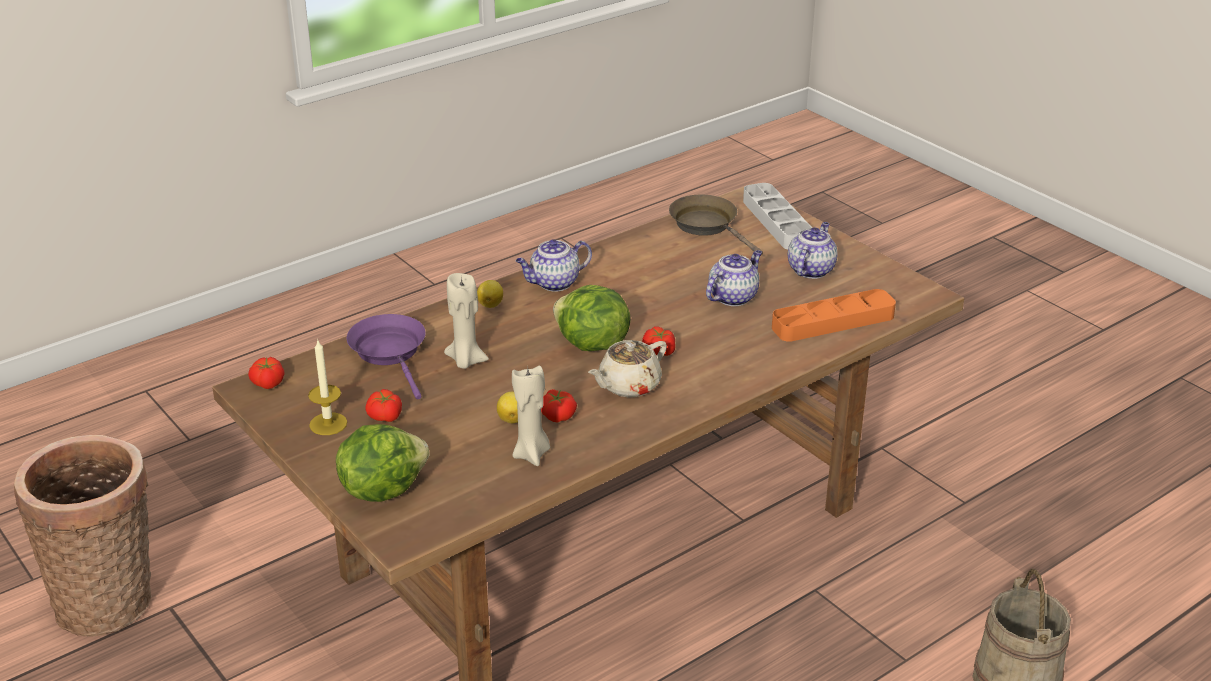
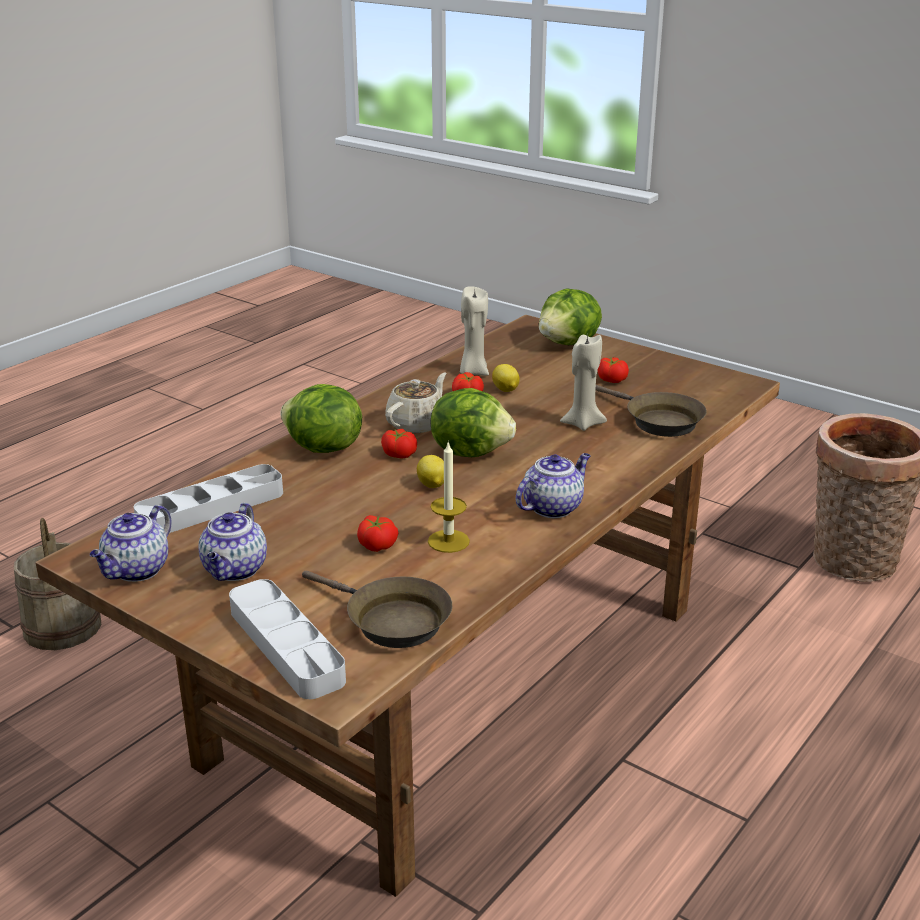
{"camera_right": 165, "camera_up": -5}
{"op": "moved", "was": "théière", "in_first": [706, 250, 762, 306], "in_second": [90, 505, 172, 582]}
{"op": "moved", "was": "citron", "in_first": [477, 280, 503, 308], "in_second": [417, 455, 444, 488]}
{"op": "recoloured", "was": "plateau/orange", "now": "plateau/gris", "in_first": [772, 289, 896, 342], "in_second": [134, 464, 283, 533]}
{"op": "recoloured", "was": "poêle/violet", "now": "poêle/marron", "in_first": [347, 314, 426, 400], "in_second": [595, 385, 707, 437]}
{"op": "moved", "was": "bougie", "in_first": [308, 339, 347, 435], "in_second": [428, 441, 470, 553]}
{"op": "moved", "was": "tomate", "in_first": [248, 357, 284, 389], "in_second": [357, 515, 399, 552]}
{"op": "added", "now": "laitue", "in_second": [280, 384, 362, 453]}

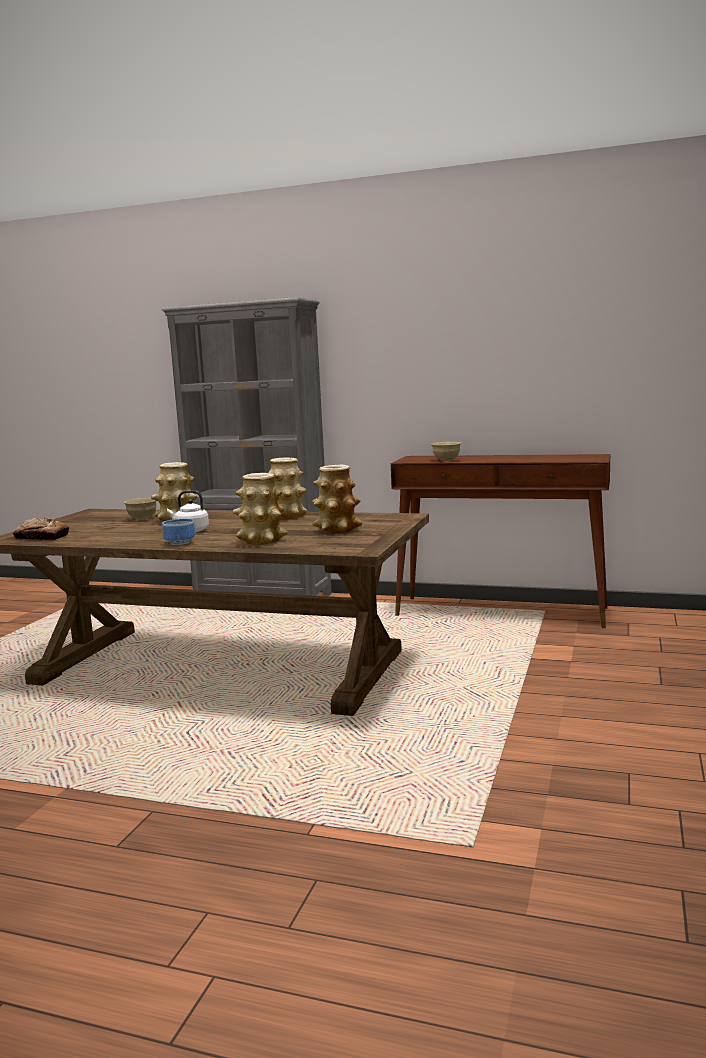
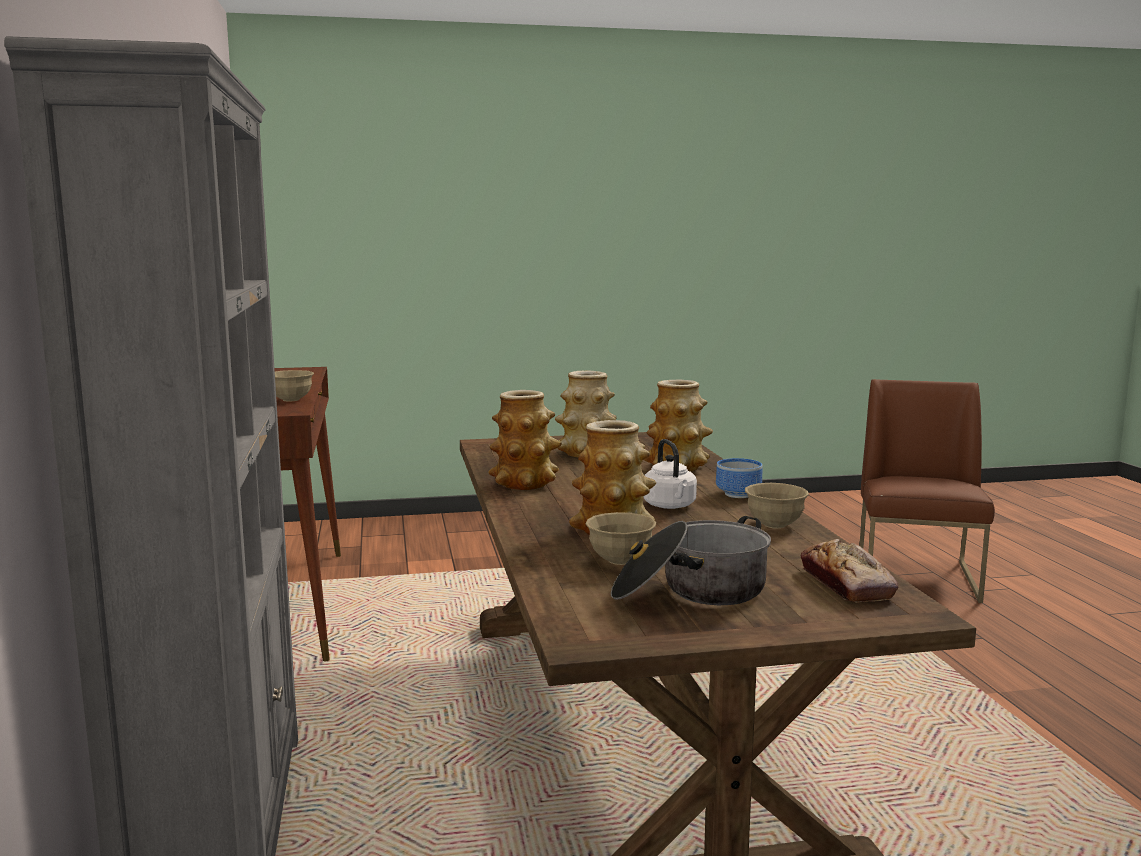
{"camera_right": -120, "camera_up": 0}
{"op": "added", "now": "chaise/marron", "in_second": [859, 379, 995, 603]}
{"op": "added", "now": "bol/beige", "in_second": [745, 483, 809, 529]}
{"op": "added", "now": "marmite", "in_second": [611, 516, 771, 605]}

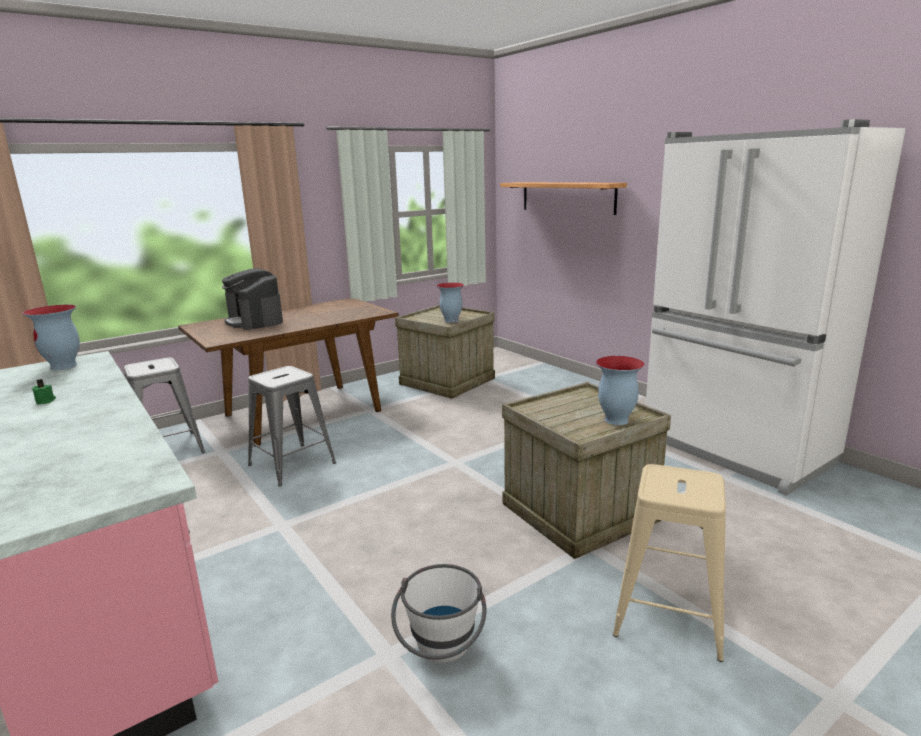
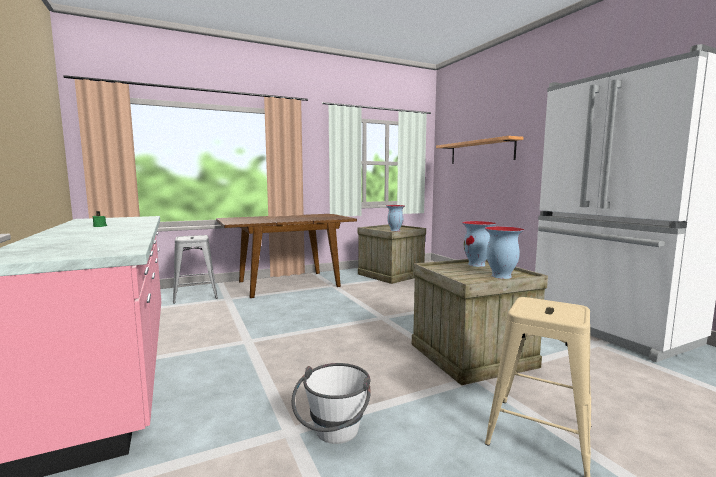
{"camera_right": 10, "camera_up": -10}
{"op": "removed", "was": "machine à café", "in_first": [222, 269, 283, 330]}
{"op": "moved", "was": "vase", "in_first": [22, 305, 80, 370], "in_second": [462, 221, 496, 267]}
{"op": "removed", "was": "tabouret/gris", "in_first": [248, 366, 336, 486]}

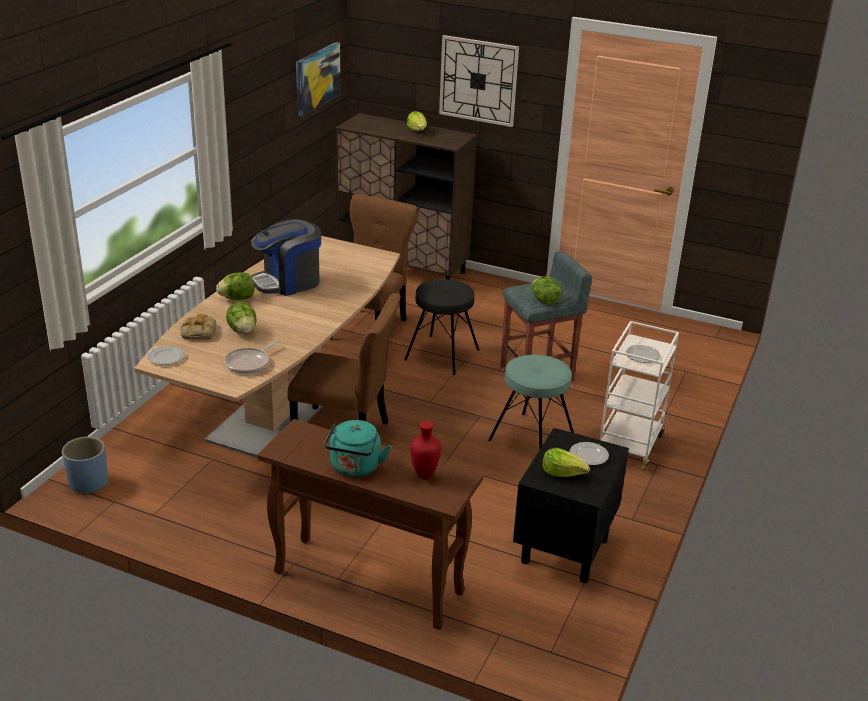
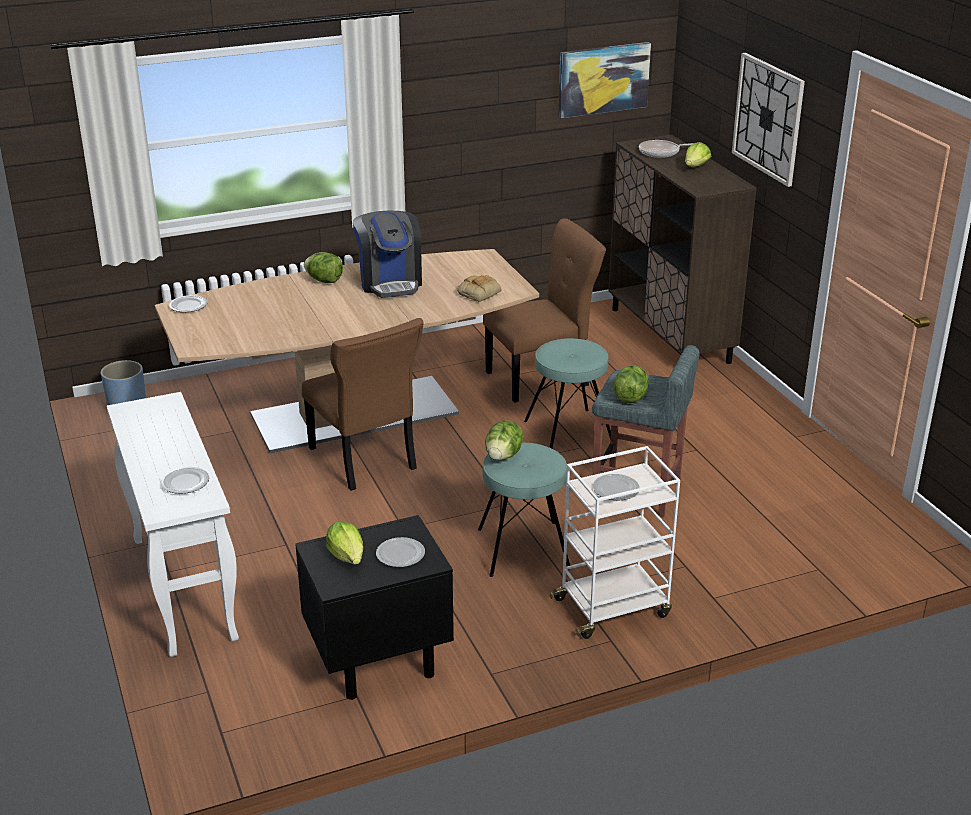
{"camera_right": 45, "camera_up": 0}
{"op": "turned", "was": "machine à café", "in_first": [251, 219, 321, 296], "in_second": [353, 211, 422, 298], "clockwise": -120}
{"op": "recoloured", "was": "tabouret/noir", "now": "tabouret/turquoise", "in_first": [404, 279, 479, 375], "in_second": [524, 338, 611, 448]}
{"op": "moved", "was": "laitue", "in_first": [226, 302, 257, 334], "in_second": [485, 420, 524, 460]}
{"op": "moved", "was": "pain", "in_first": [180, 314, 216, 340], "in_second": [457, 275, 502, 302]}
{"op": "moved", "was": "poêle", "in_first": [224, 340, 280, 374], "in_second": [639, 140, 694, 158]}
{"op": "recoloured", "was": "table console/marron", "now": "table console/blanc", "in_first": [257, 419, 483, 630], "in_second": [107, 392, 239, 657]}
{"op": "removed", "was": "bouilloire/turquoise", "in_first": [324, 420, 391, 477]}
{"op": "replaced", "was": "vase/rouge", "now": "assiette", "in_first": [410, 421, 441, 479], "in_second": [161, 467, 209, 494]}

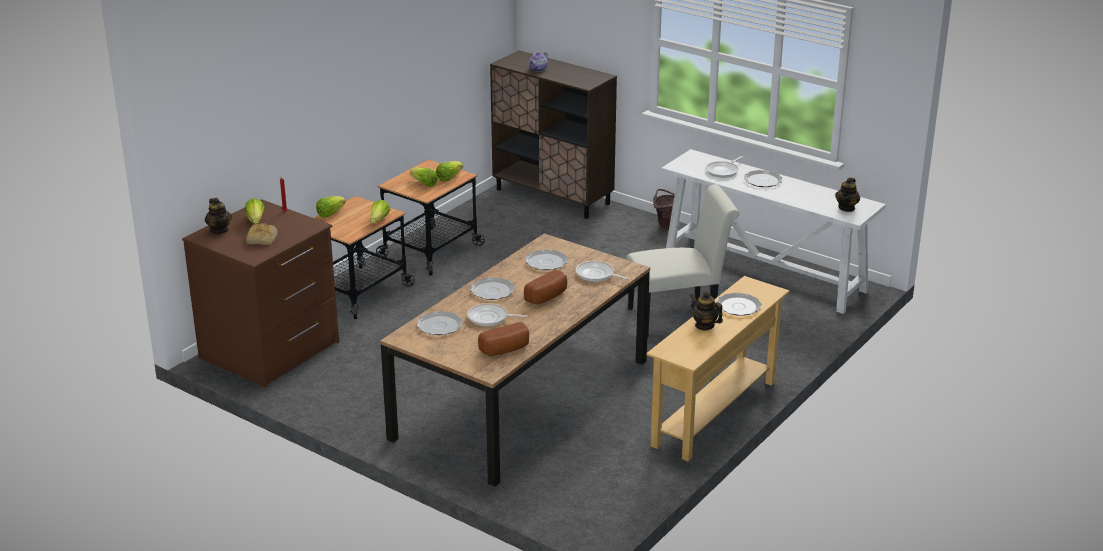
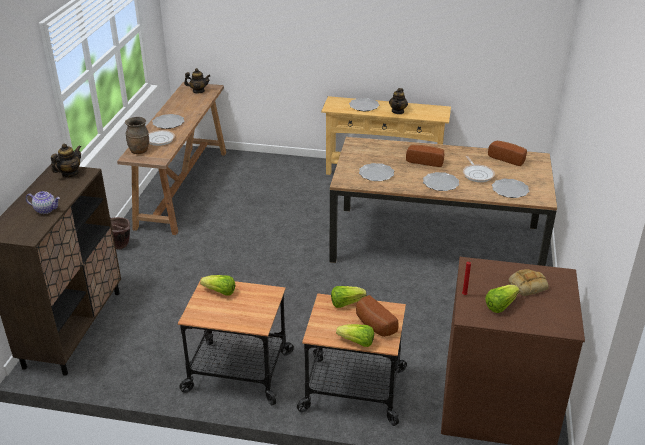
{"camera_right": -115, "camera_up": 5}
{"op": "recoloured", "was": "table console/blanc", "now": "table console/marron", "in_first": [661, 149, 886, 314], "in_second": [117, 82, 226, 235]}
{"op": "removed", "was": "laitue", "in_first": [410, 167, 438, 187]}
{"op": "removed", "was": "chaise/blanc", "in_first": [626, 184, 740, 338]}
{"op": "moved", "was": "théière", "in_first": [205, 198, 232, 234], "in_second": [51, 143, 81, 177]}
{"op": "removed", "was": "poêle", "in_first": [576, 261, 629, 282]}
{"op": "added", "now": "vase/marron", "in_second": [125, 117, 149, 154]}
{"op": "added", "now": "pain", "in_second": [356, 295, 399, 337]}

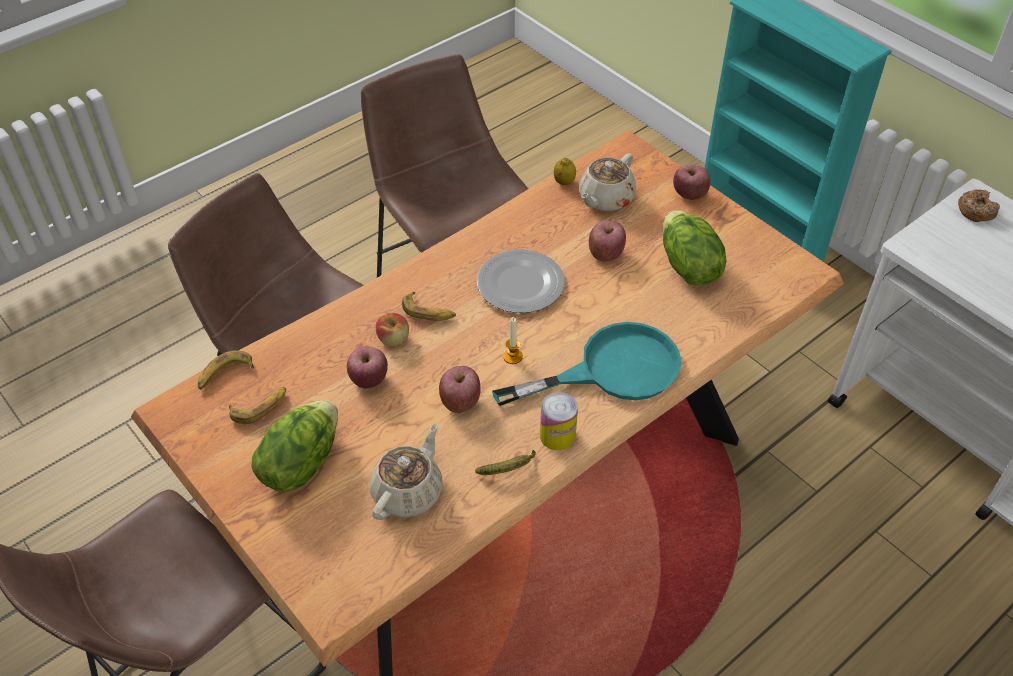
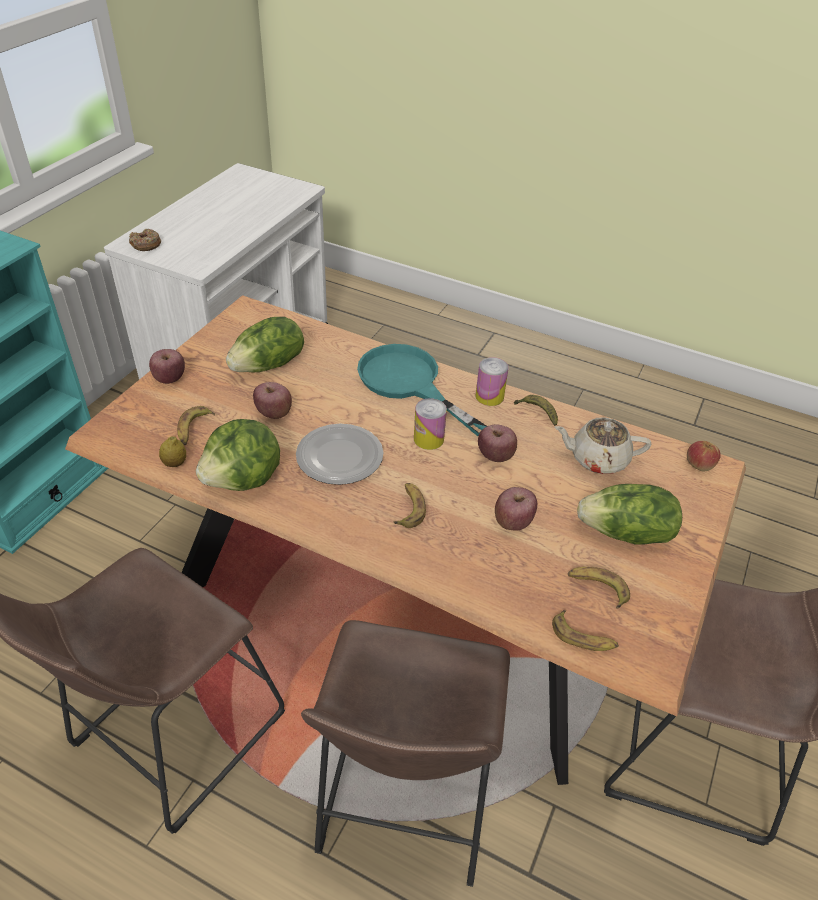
{"camera_right": -115, "camera_up": -5}
{"op": "replaced", "was": "théière/beige", "now": "banane", "in_first": [579, 153, 636, 211], "in_second": [177, 406, 215, 445]}
{"op": "moved", "was": "pomme", "in_first": [376, 313, 409, 346], "in_second": [687, 441, 721, 472]}
{"op": "replaced", "was": "bougie", "now": "boîte métallique", "in_first": [503, 317, 523, 364], "in_second": [414, 398, 447, 450]}
{"op": "added", "now": "laitue", "in_second": [196, 419, 280, 491]}

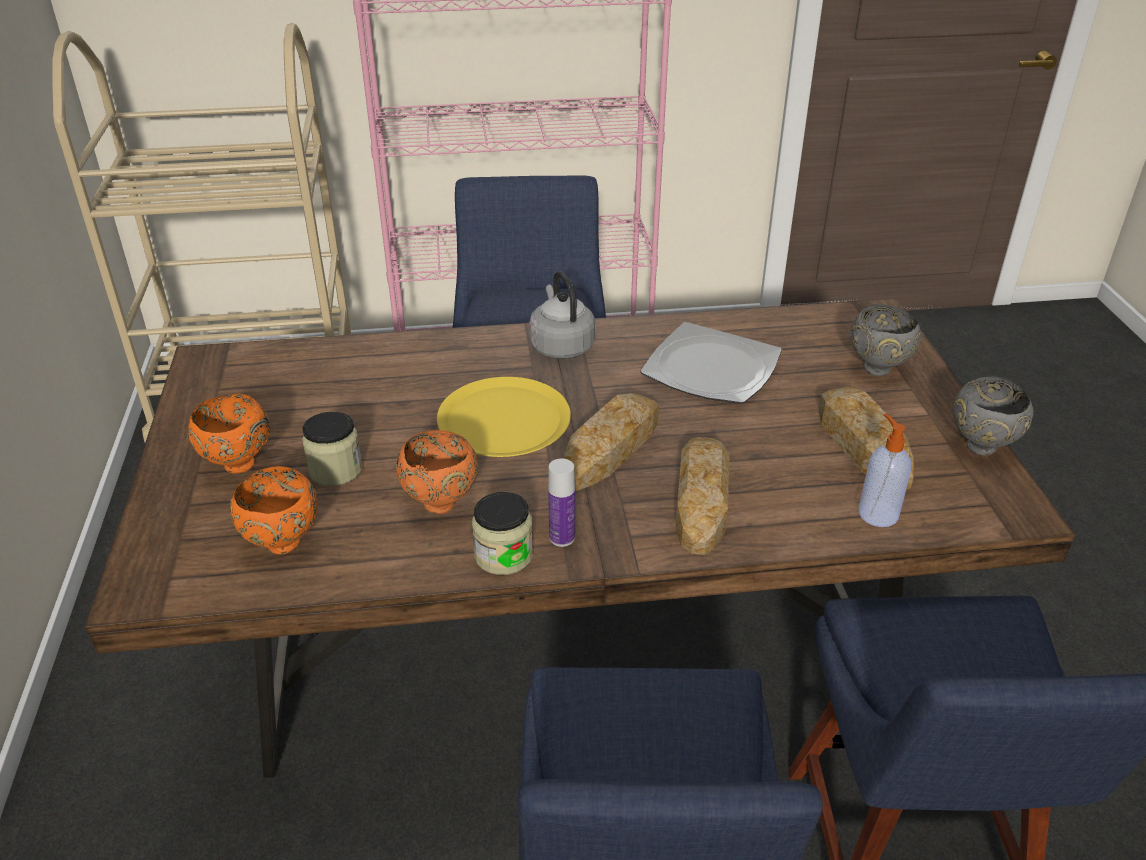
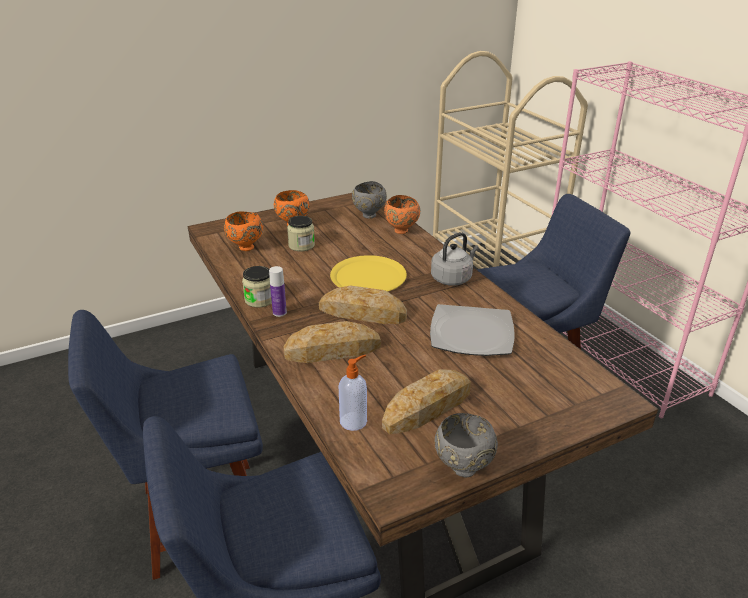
{"camera_right": 70, "camera_up": -5}
{"op": "moved", "was": "bol/gris", "in_first": [850, 304, 921, 376], "in_second": [352, 181, 387, 219]}
{"op": "moved", "was": "bol/orange", "in_first": [396, 430, 478, 514], "in_second": [384, 195, 420, 234]}

